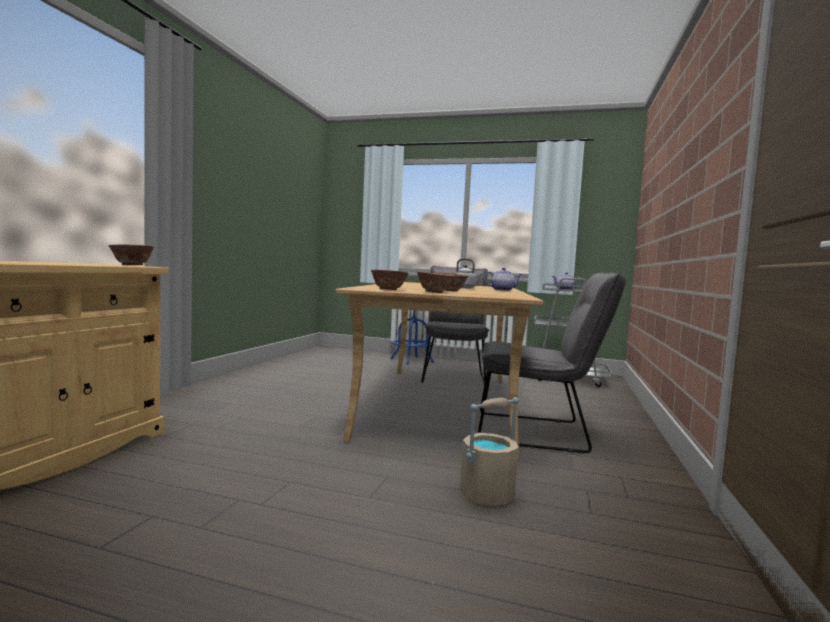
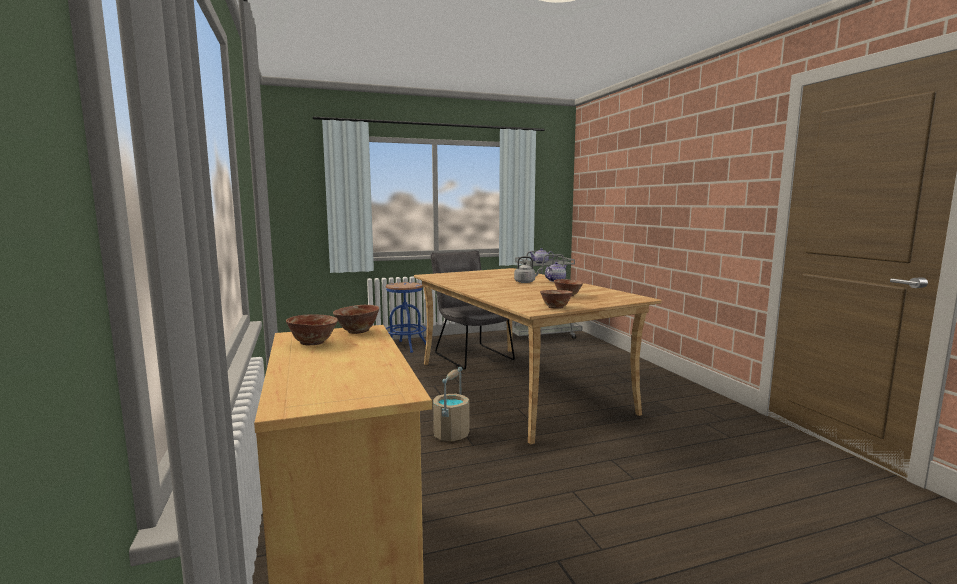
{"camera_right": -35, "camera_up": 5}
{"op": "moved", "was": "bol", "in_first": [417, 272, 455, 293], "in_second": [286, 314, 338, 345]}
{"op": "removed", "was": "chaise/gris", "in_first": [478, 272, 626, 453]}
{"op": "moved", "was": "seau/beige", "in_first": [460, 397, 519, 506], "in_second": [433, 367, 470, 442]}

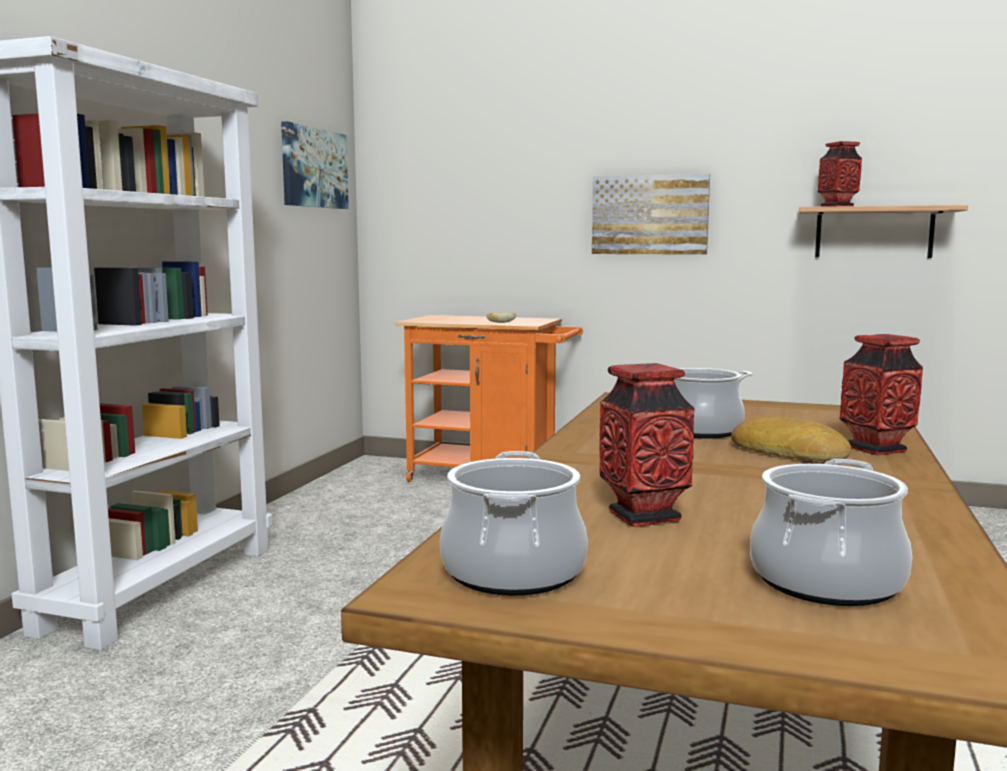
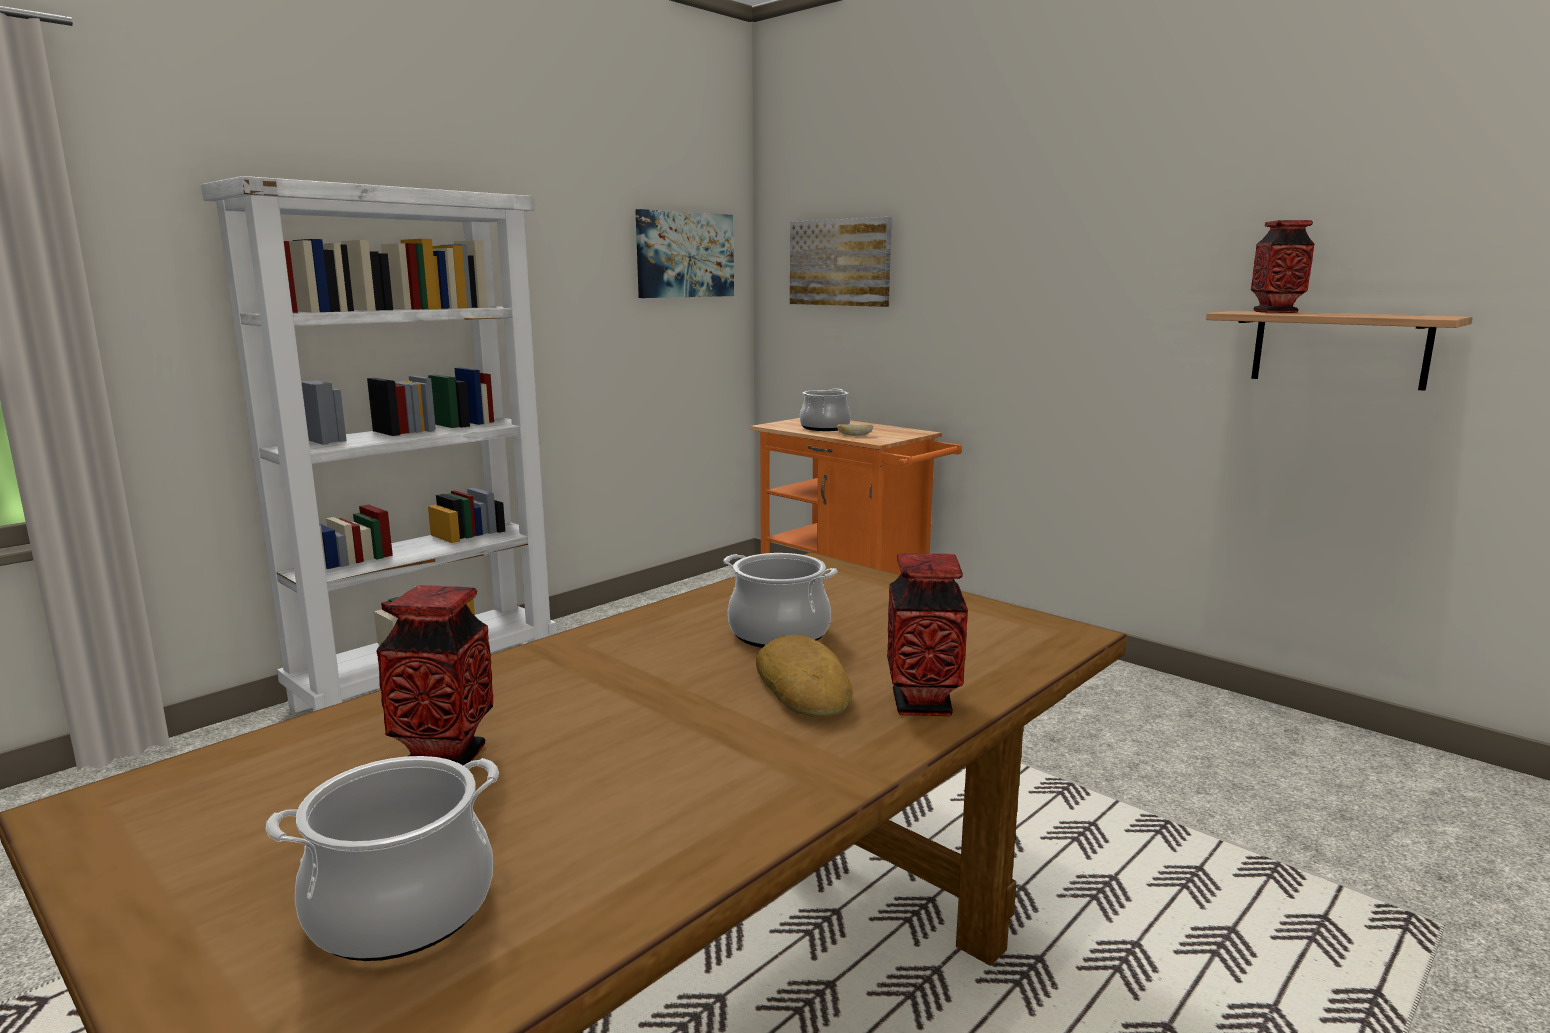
{"camera_right": 25, "camera_up": 5}
{"op": "moved", "was": "tableau", "in_first": [592, 174, 710, 255], "in_second": [790, 217, 892, 307]}
{"op": "moved", "was": "marmite", "in_first": [440, 451, 588, 596], "in_second": [800, 389, 851, 431]}

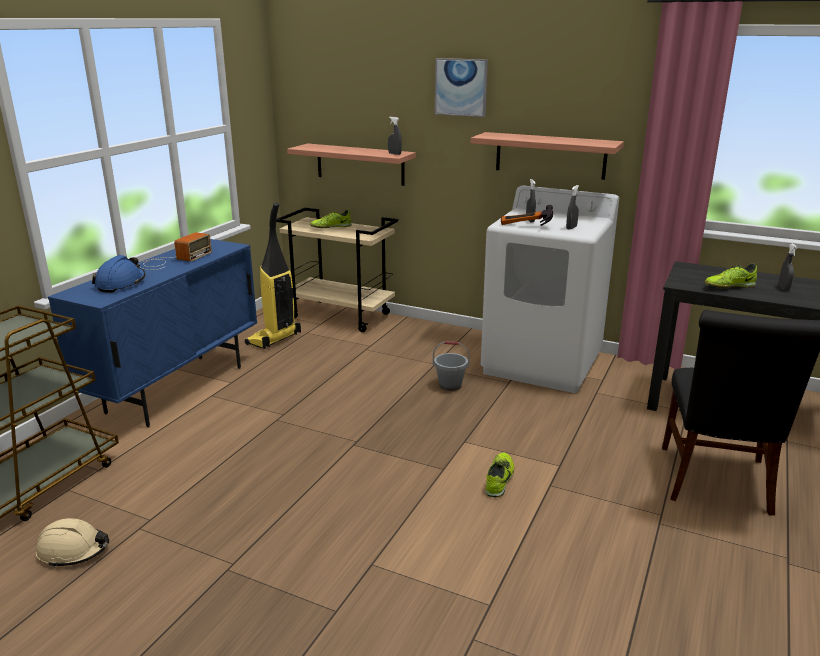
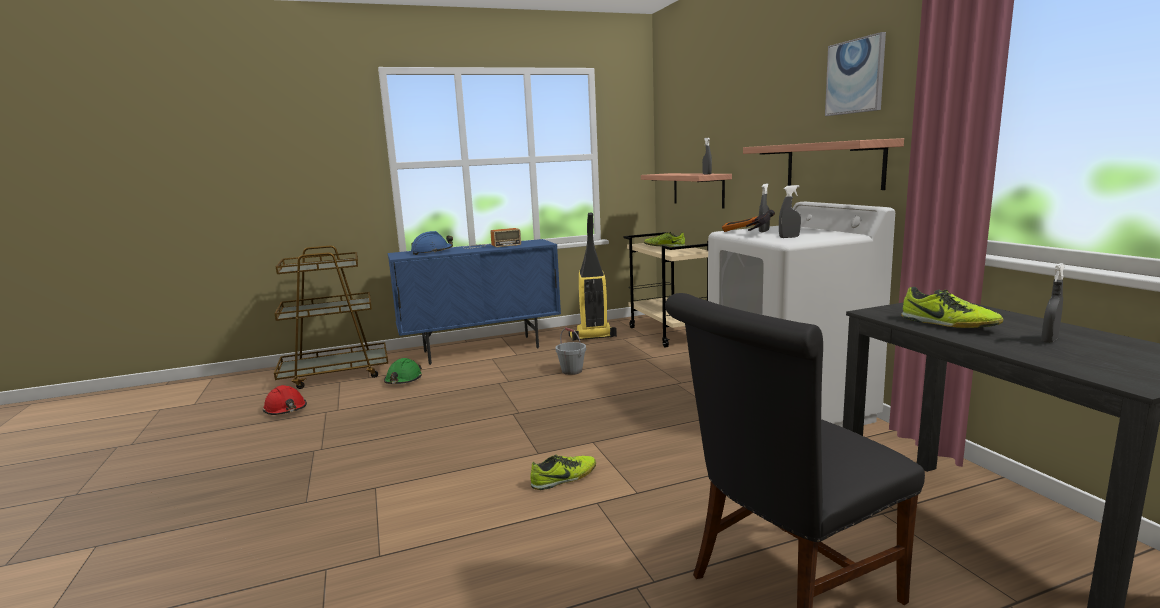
{"camera_right": 45, "camera_up": -10}
{"op": "moved", "was": "tableau", "in_first": [435, 58, 488, 117], "in_second": [825, 32, 886, 116]}
{"op": "turned", "was": "chaussure", "in_first": [704, 263, 757, 288], "in_second": [901, 287, 1003, 328], "clockwise": -150}
{"op": "moved", "was": "seau/gris", "in_first": [433, 341, 470, 391], "in_second": [555, 328, 586, 375]}
{"op": "recoloured", "was": "casque de chantier/beige", "now": "casque de chantier/rouge", "in_first": [36, 518, 109, 568], "in_second": [263, 385, 307, 415]}
{"op": "added", "now": "casque de chantier/vert", "in_second": [384, 358, 422, 384]}

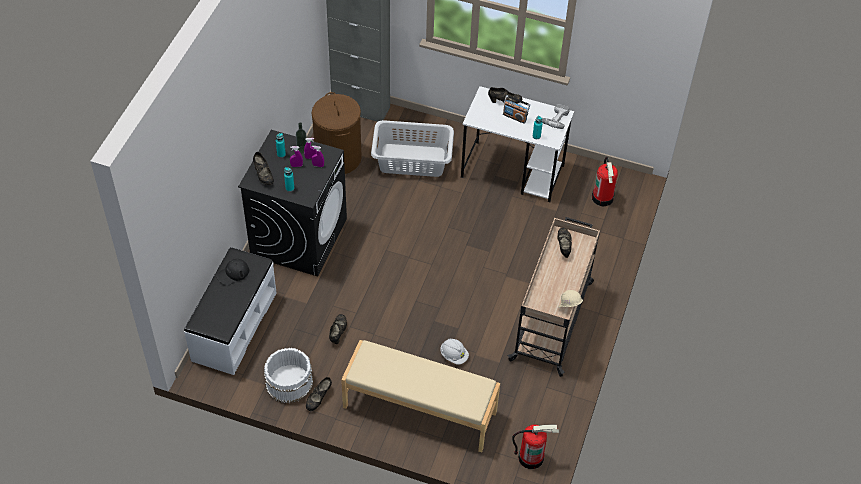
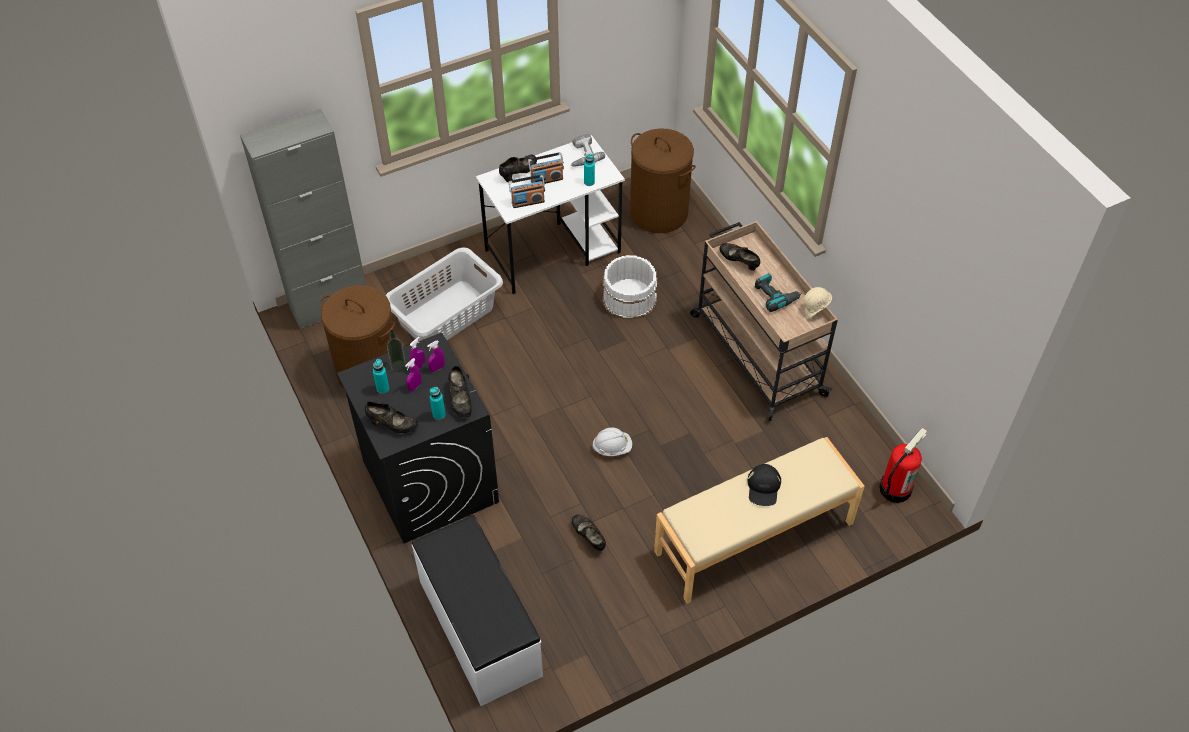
{"camera_right": -45, "camera_up": 0}
{"op": "replaced", "was": "extincteur", "now": "panier à linge/marron", "in_first": [592, 157, 618, 206], "in_second": [630, 128, 696, 233]}
{"op": "moved", "was": "casquette/noir", "in_first": [217, 259, 249, 285], "in_second": [748, 464, 781, 506]}
{"op": "moved", "was": "casque de chantier/blanc", "in_first": [440, 339, 469, 365], "in_second": [592, 427, 632, 456]}
{"op": "moved", "was": "seau/blanc", "in_first": [264, 348, 313, 403], "in_second": [603, 255, 657, 320]}
{"op": "moved", "was": "chaussure/noir", "in_first": [306, 377, 332, 411], "in_second": [448, 366, 472, 418]}
{"op": "added", "now": "radio", "in_second": [509, 175, 545, 208]}
{"op": "added", "now": "perceuse", "in_second": [755, 273, 802, 312]}

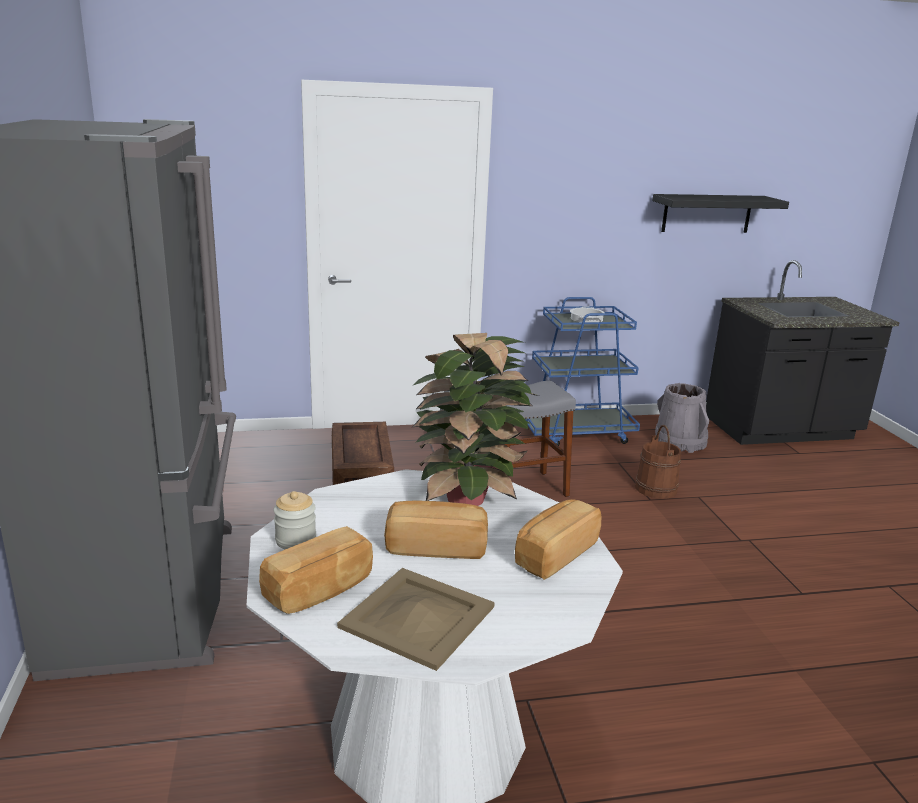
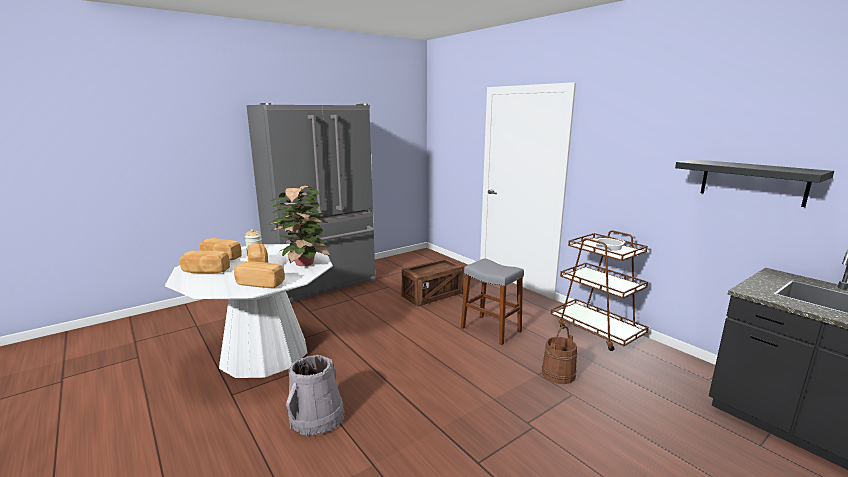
{"camera_right": 65, "camera_up": -5}
{"op": "recoloured", "was": "chariot/bleu", "now": "chariot/marron", "in_first": [525, 297, 640, 446], "in_second": [551, 230, 649, 351]}
{"op": "moved", "was": "seau/gris", "in_first": [655, 383, 709, 453], "in_second": [286, 355, 345, 435]}
{"op": "replaced", "was": "plateau/beige", "now": "pain", "in_first": [337, 568, 495, 671], "in_second": [180, 251, 230, 273]}

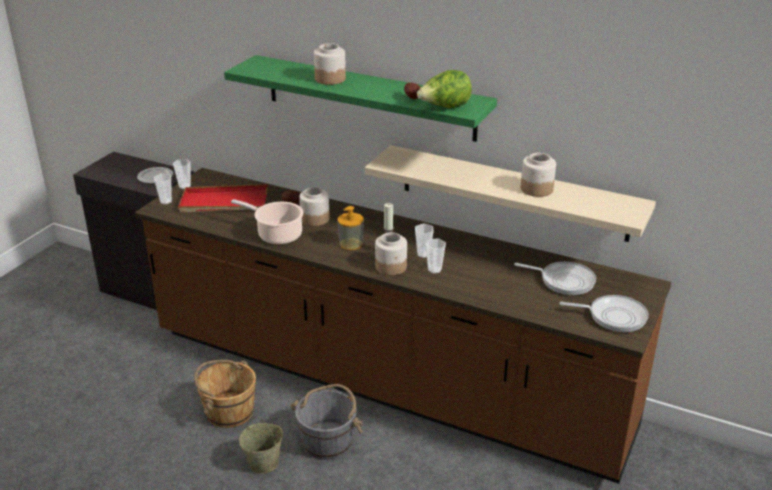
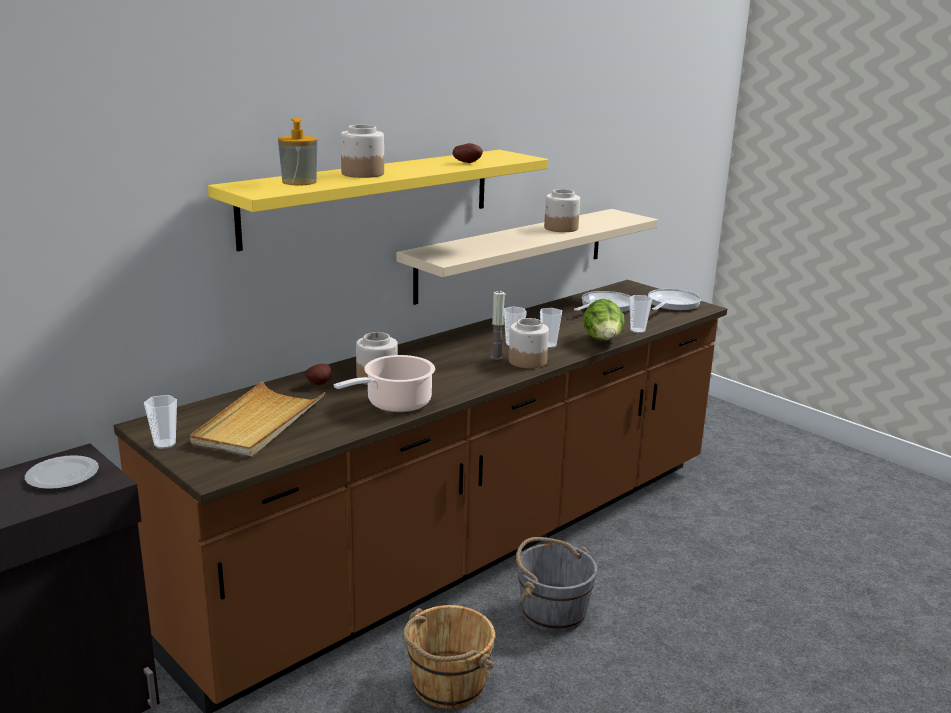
{"camera_right": -70, "camera_up": -10}
{"op": "recoloured", "was": "étagère/vert", "now": "étagère/jaune", "in_first": [224, 55, 497, 142], "in_second": [208, 150, 548, 251]}
{"op": "moved", "was": "laitue", "in_first": [417, 70, 472, 108], "in_second": [583, 299, 625, 341]}
{"op": "moved", "was": "tasse", "in_first": [154, 173, 172, 205], "in_second": [629, 295, 652, 333]}
{"op": "recoloured", "was": "plateau/rouge", "now": "plateau/beige", "in_first": [178, 184, 267, 212], "in_second": [190, 381, 325, 456]}
{"op": "moved", "was": "distributeur de savon", "in_first": [337, 206, 364, 250], "in_second": [278, 118, 317, 186]}
{"op": "removed", "was": "seau/beige", "in_first": [239, 417, 283, 474]}

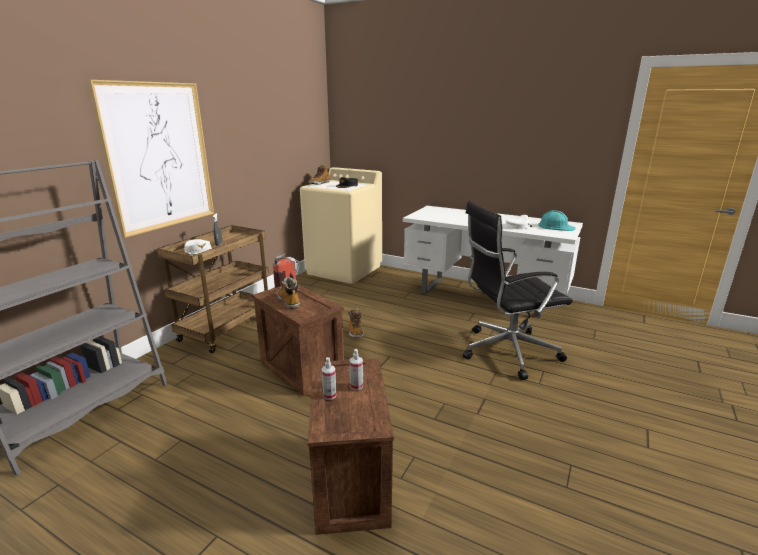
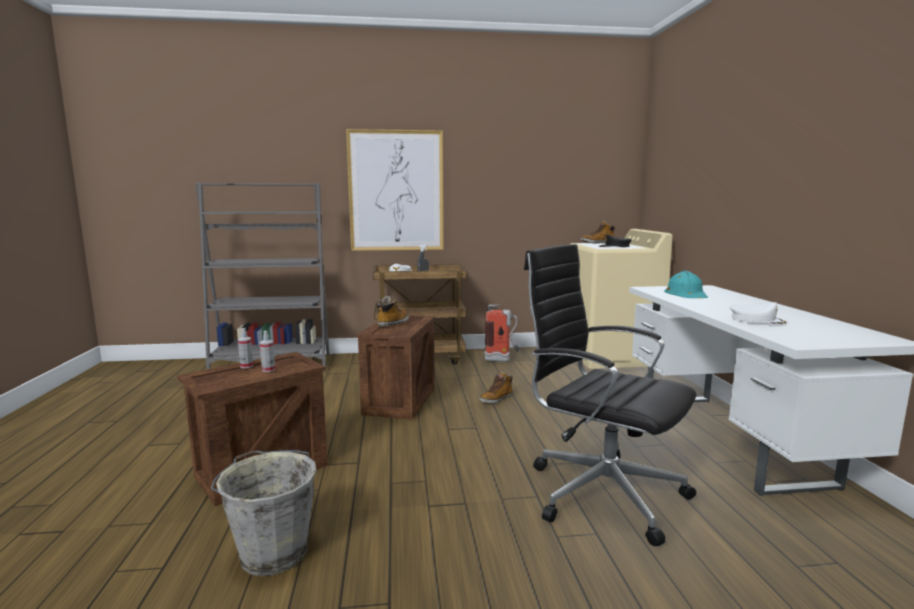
{"camera_right": 55, "camera_up": -10}
{"op": "moved", "was": "casque de chantier/turquoise", "in_first": [538, 210, 575, 231], "in_second": [664, 271, 708, 298]}
{"op": "added", "now": "seau/gris", "in_second": [211, 450, 317, 576]}

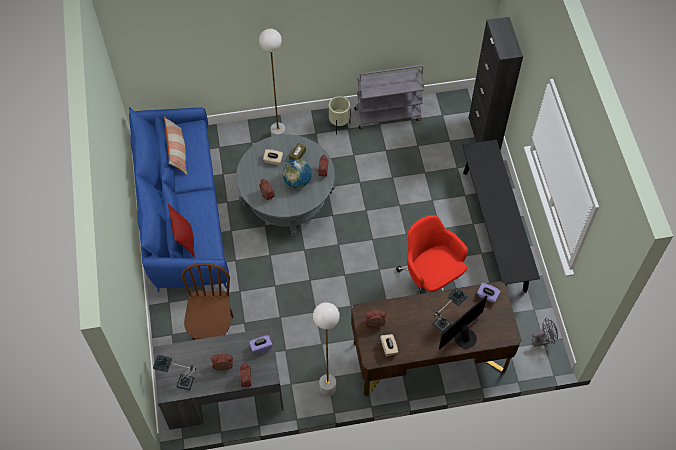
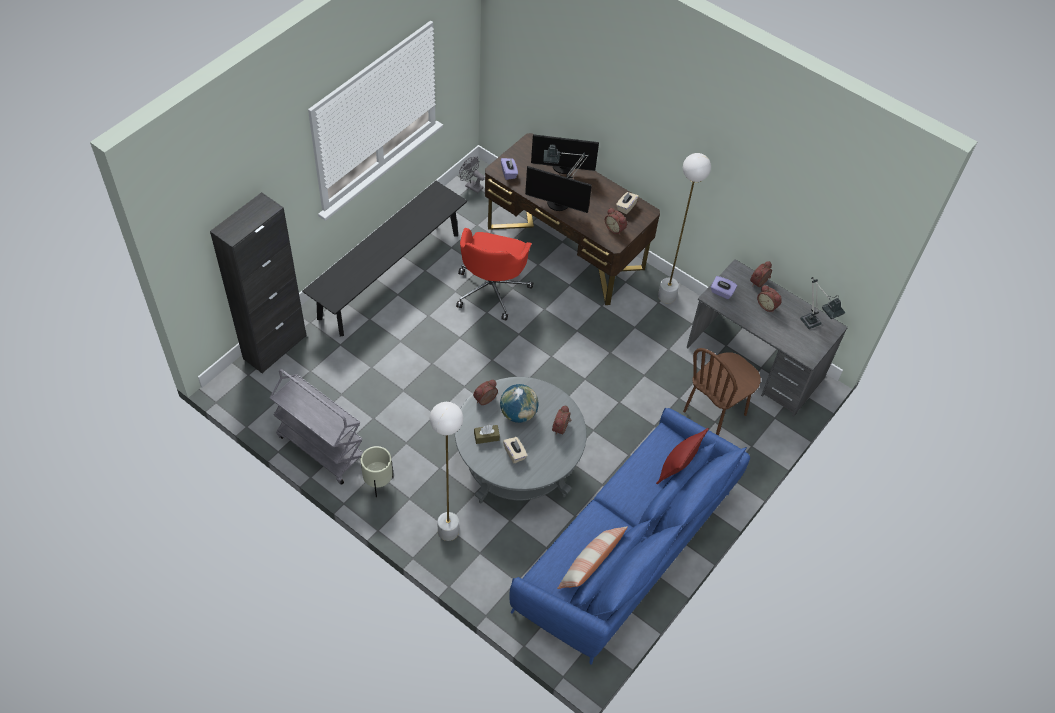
{"camera_right": -135, "camera_up": -5}
{"op": "added", "now": "écran d'ordinateur", "in_second": [525, 166, 592, 213]}

